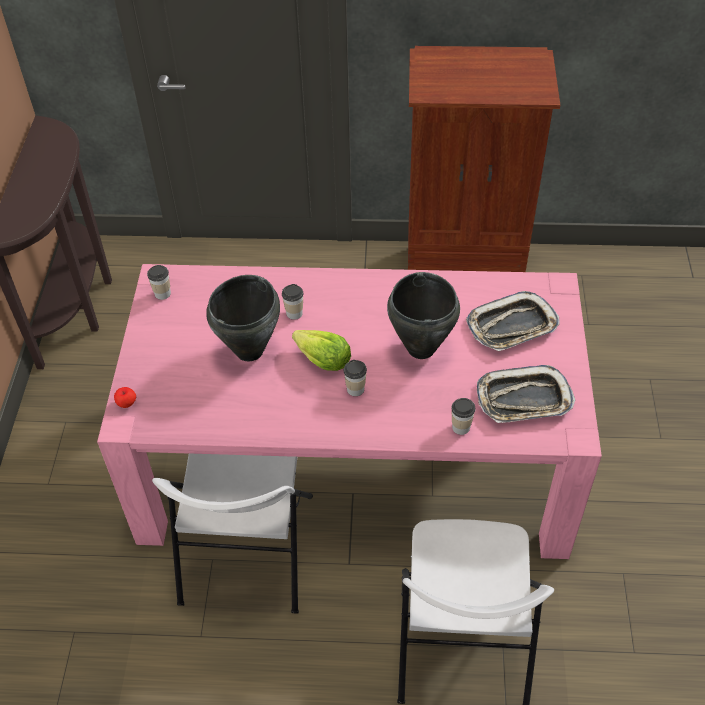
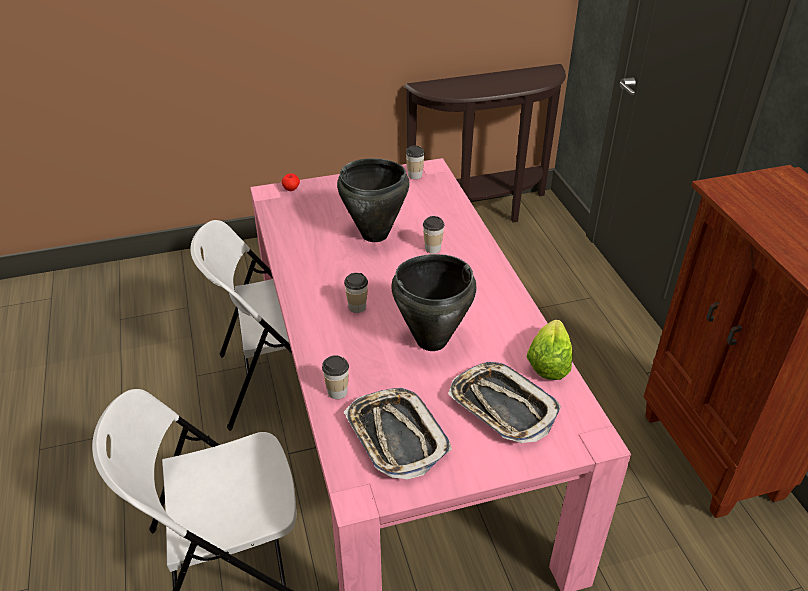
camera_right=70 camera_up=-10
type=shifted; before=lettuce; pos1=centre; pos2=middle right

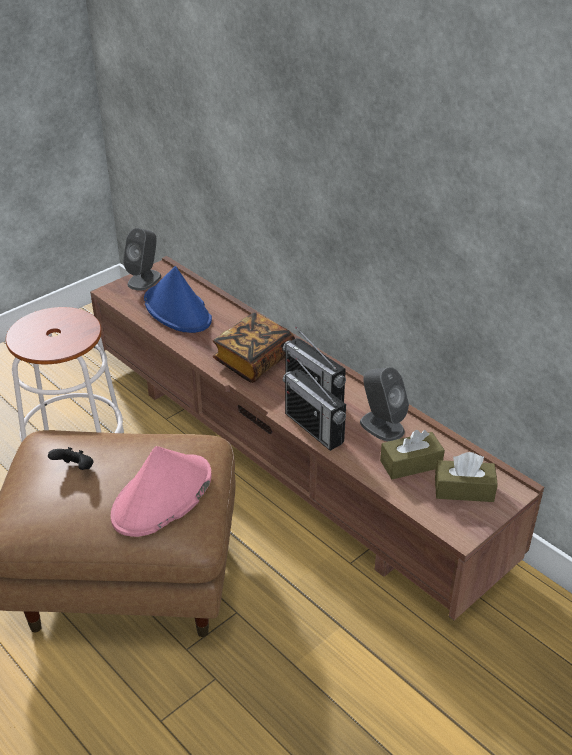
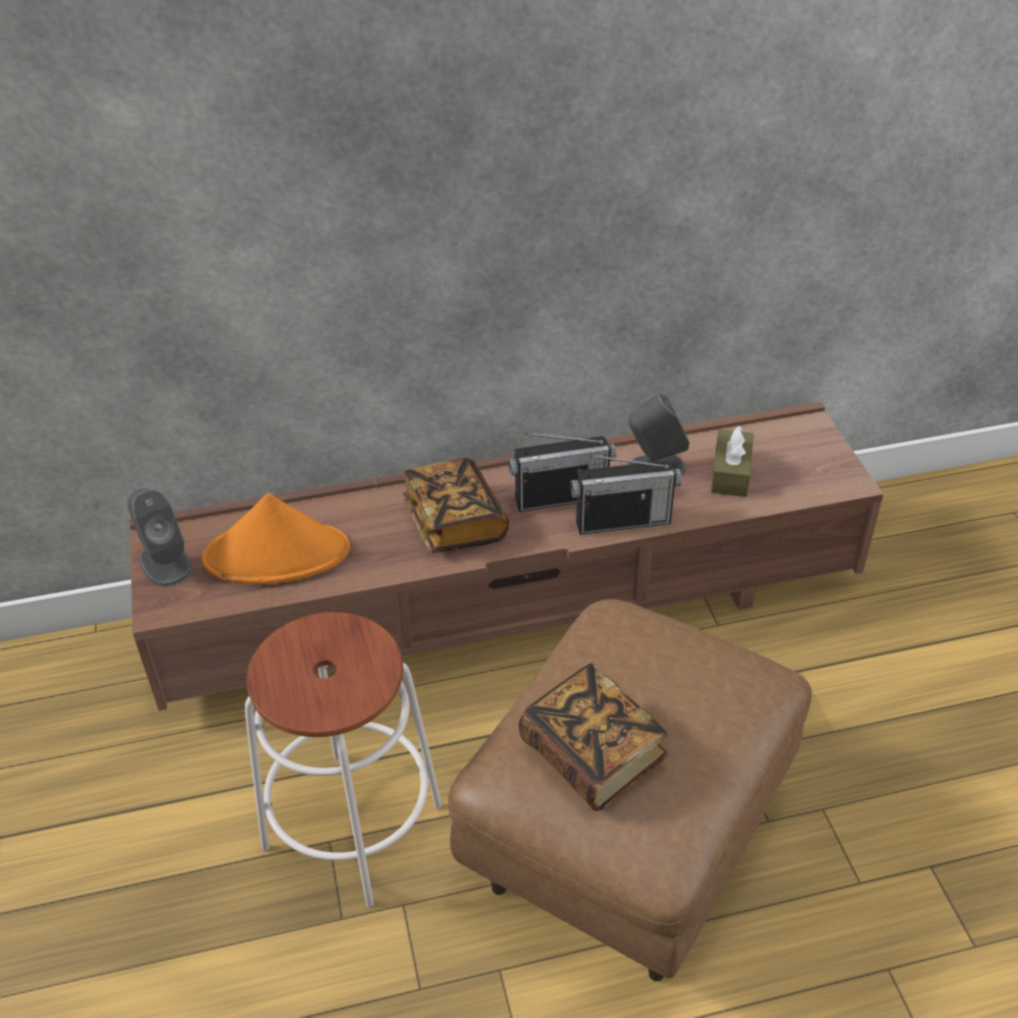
camera_right=-60 camera_up=5
type=repainted; before=blue hat; after=orange hat; pos1=middle left; pos2=middle left
type=swapped; before=black game controller; after=book (no. 2 from left); pos1=middle left; pos2=bottom centre
type=gone; before=pink hat; pos1=middle left
type=gone; before=brown tissue box (no. 2 from left); pos1=middle right

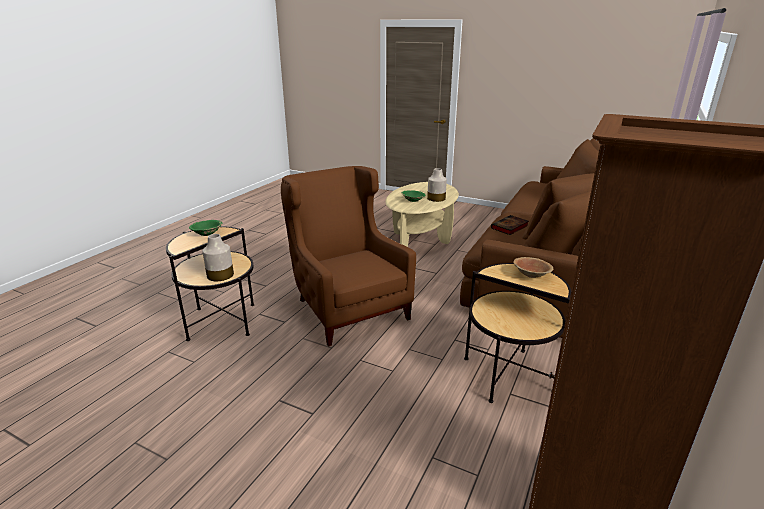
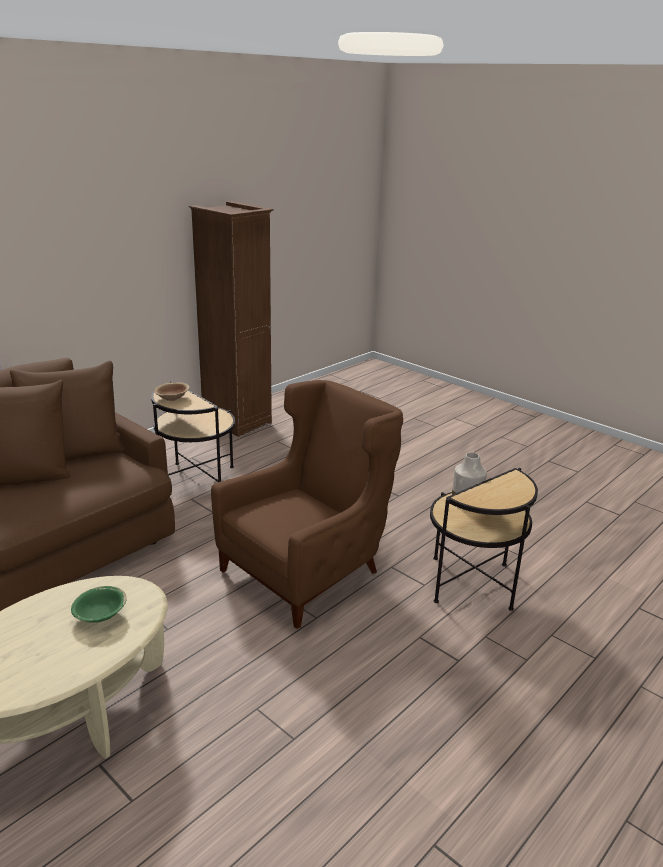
camera_right=-165 camera_up=0
type=rotated; before=brown armchair; pos1=centre; pos2=centre; turn=-120
type=gone; before=green bowl (no. 1 from left); pos1=middle left
type=gone; before=beige vase (no. 2 from left); pos1=centre
type=gone; before=book; pos1=middle right

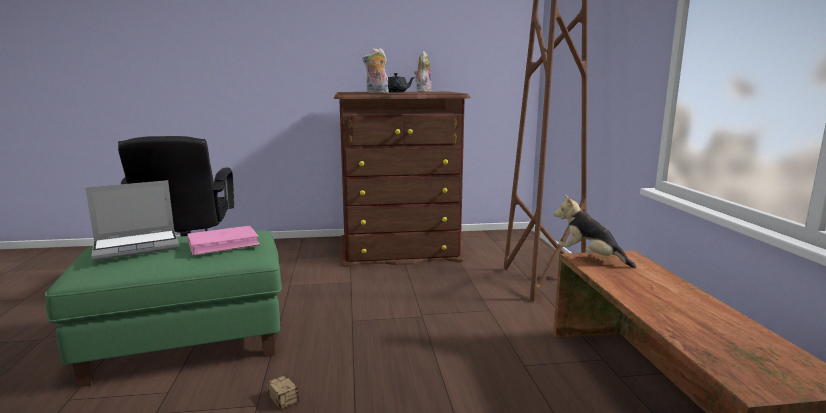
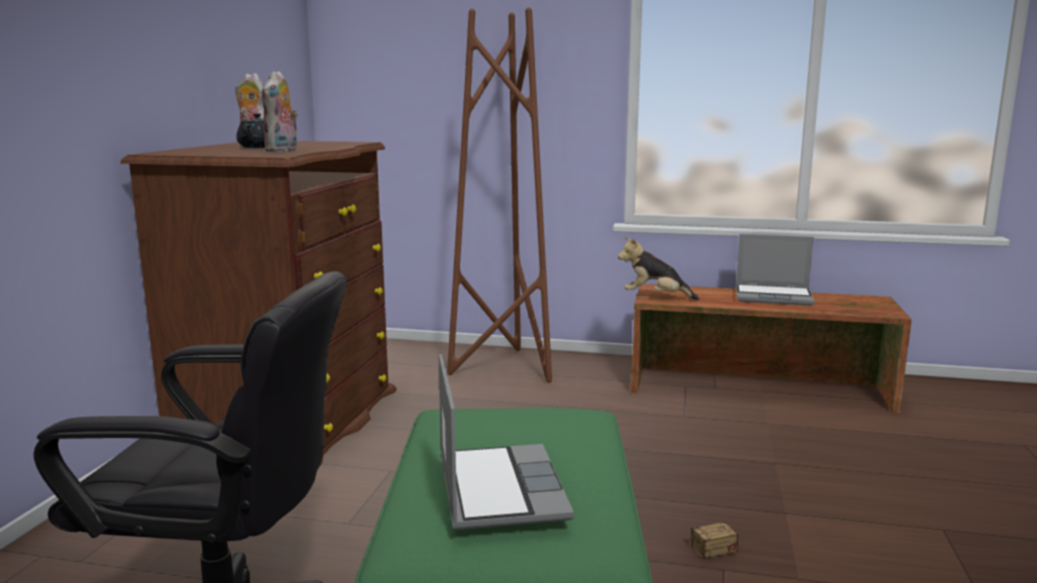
camera_right=-70 camera_up=0
type=rotated; before=plush toy (no. 3 from left); pos1=middle right; pos2=centre; turn=45
type=new; after=laptop (no. 2 from left); pos2=middle right
type=gone; before=pink book; pos1=middle left

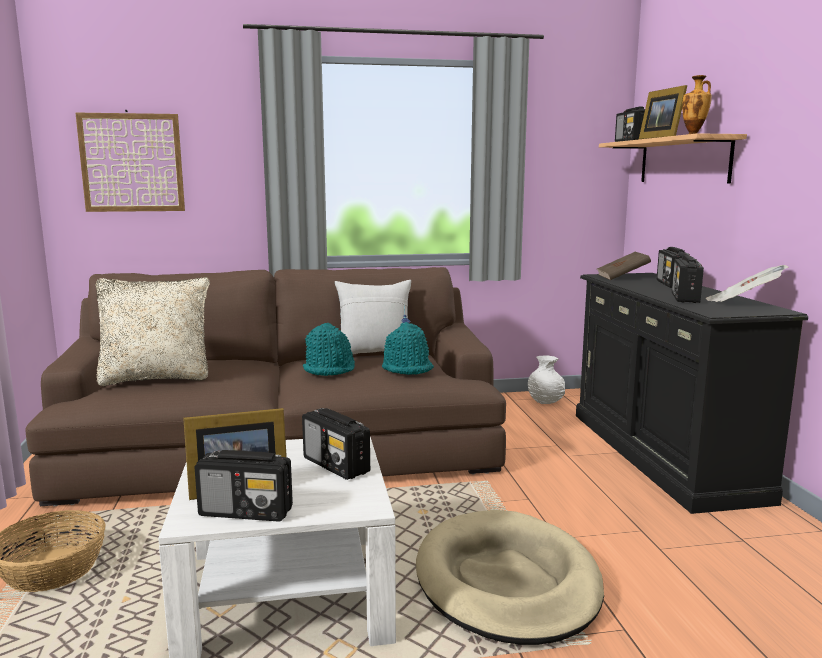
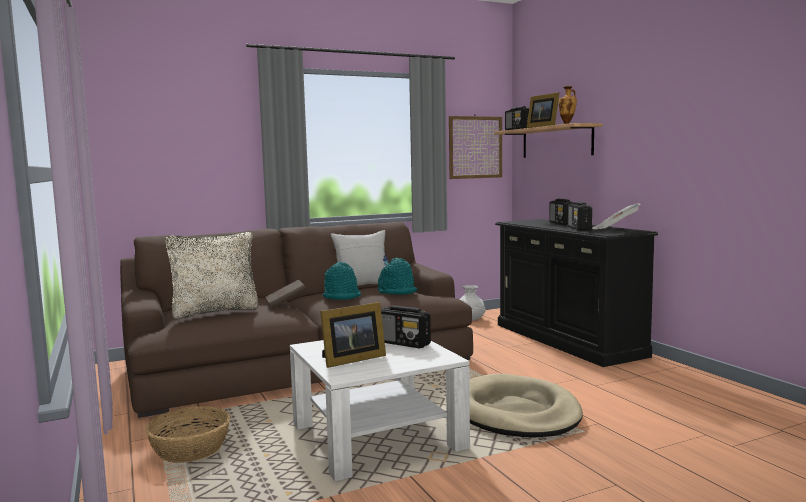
camera_right=-15 camera_up=-5
type=shifted; before=brown book; pos1=middle right; pos2=centre
type=shifted; before=picture; pos1=top left; pos2=top centre
type=gone; before=radio (no. 1 from left); pos1=bottom left

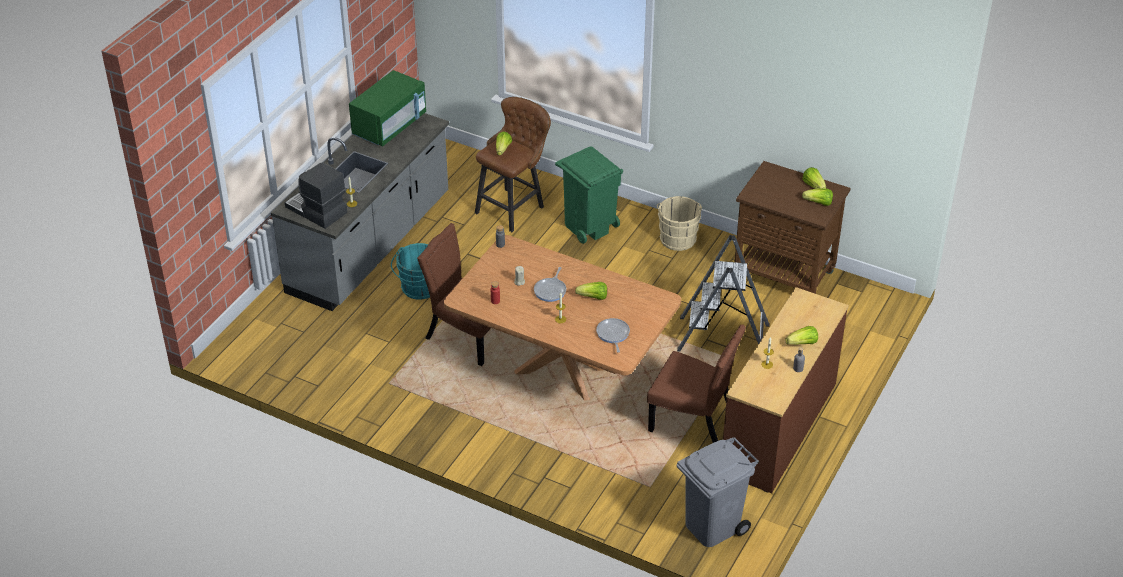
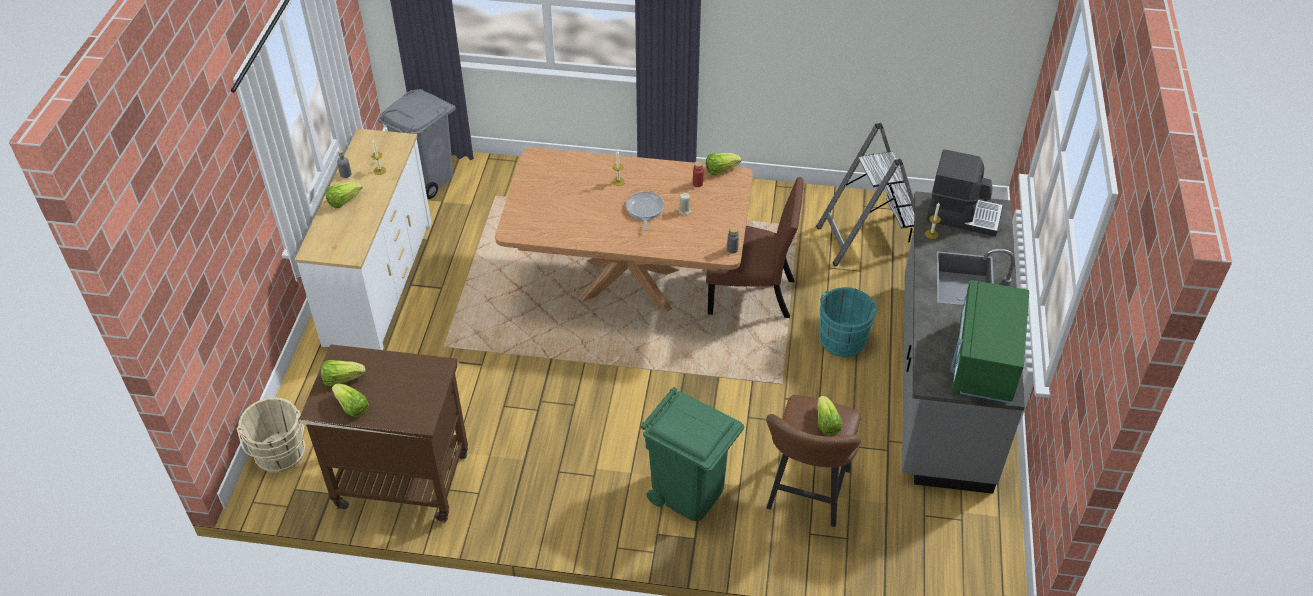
camera_right=160 camera_up=5
type=shifted; before=beige bucket; pos1=centre; pos2=bottom left
type=repainted; before=brown dresser; after=white dresser; pos1=bottom right; pos2=middle left
type=shifted; before=lettuce (no. 2 from left in the first image); after=lettuce (no. 4 from left); pos1=centre; pos2=top centre
type=shifted; before=grey step ladder; pos1=centre; pos2=top centre
type=gone; before=frying pan (no. 2 from left); pos1=centre
type=gone; before=brown chair (no. 2 from left); pos1=centre

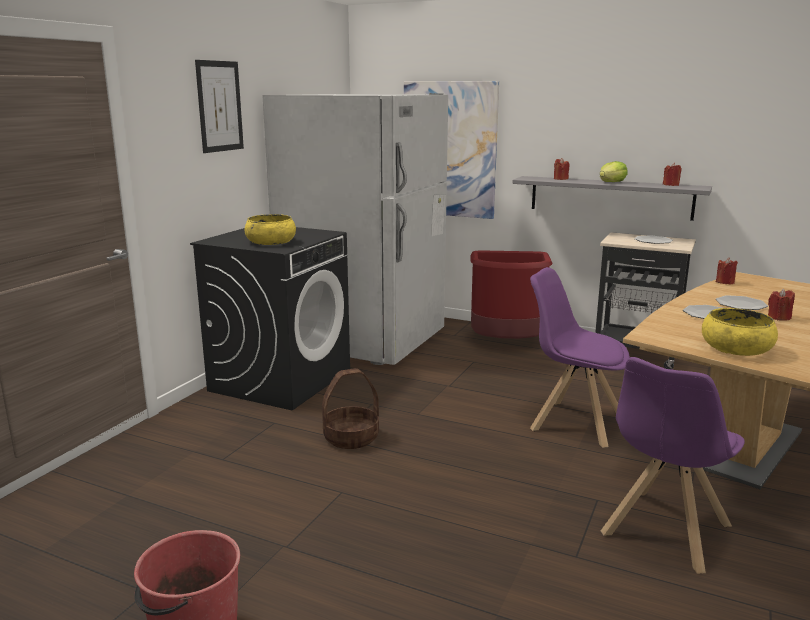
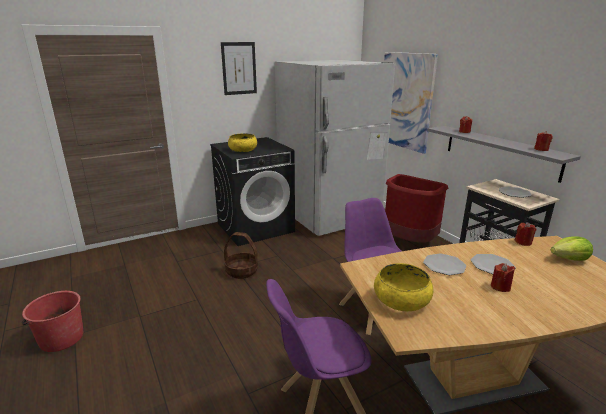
camera_right=35 camera_up=5
type=shifted; before=lettuce; pos1=top right; pos2=middle right

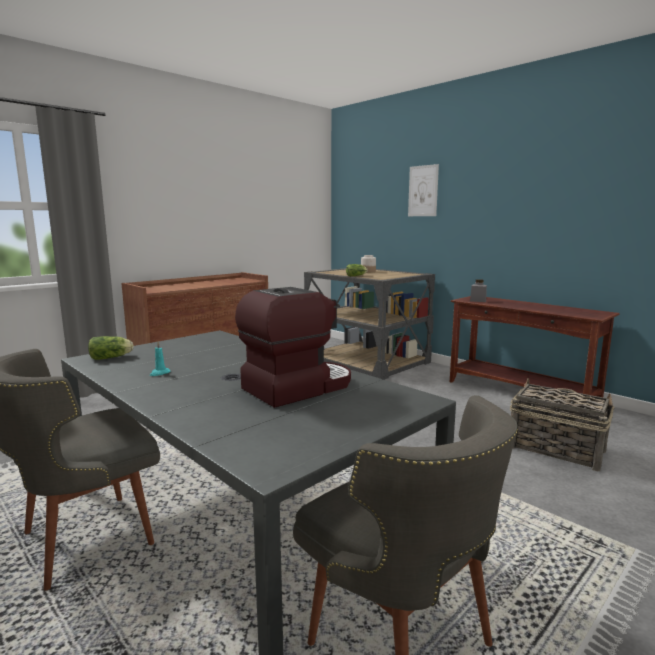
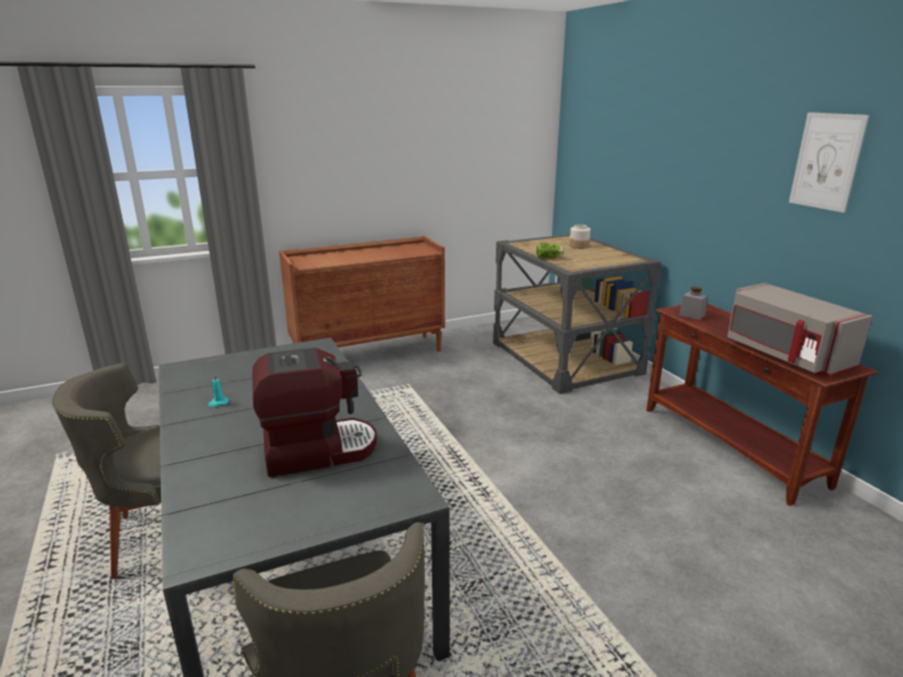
camera_right=20 camera_up=10
type=new; after=grey microwave; pos2=middle right
type=shifted; before=picture; pos1=top centre; pos2=top right
type=gone; before=lettuce (no. 1 from left); pos1=middle left
type=gone; before=basket; pos1=middle right

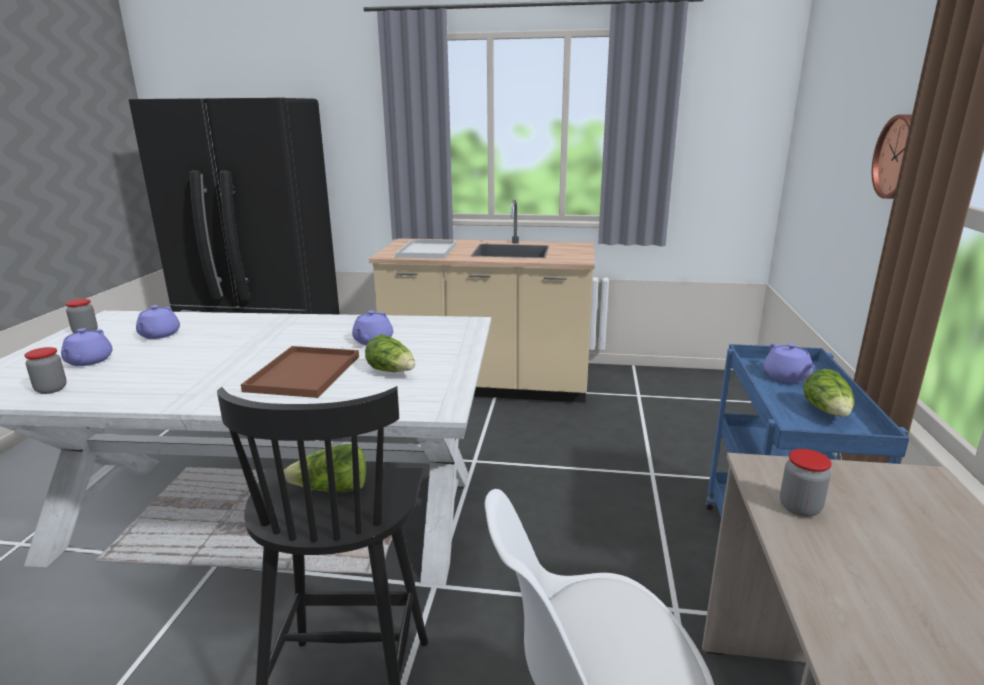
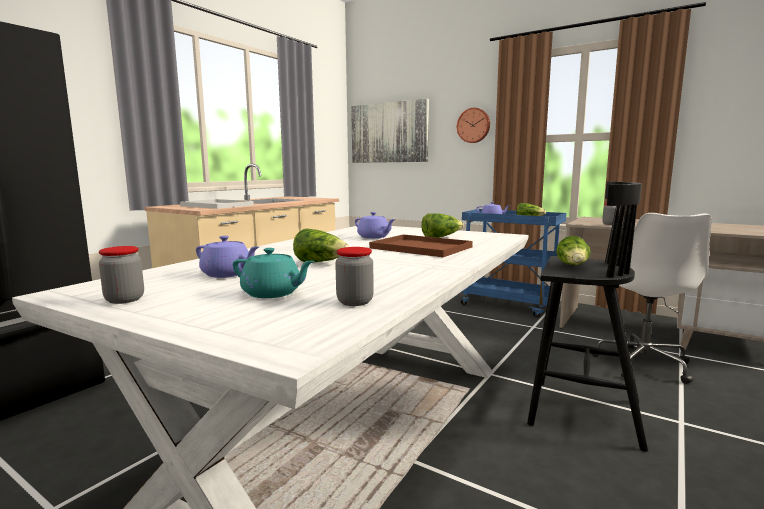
camera_right=-65 camera_up=-10
type=repainted; before=purple teapot (no. 1 from left); after=turquoise teapot; pos1=middle left; pos2=centre
type=new; after=lettuce (no. 1 from left); pos2=centre
type=new; after=picture; pos2=top centre

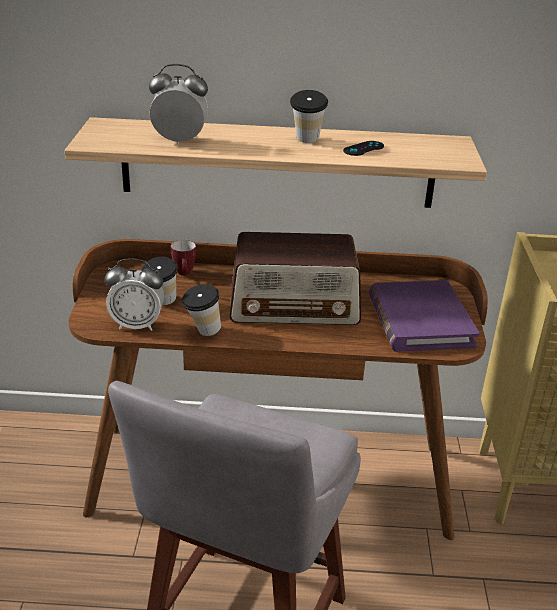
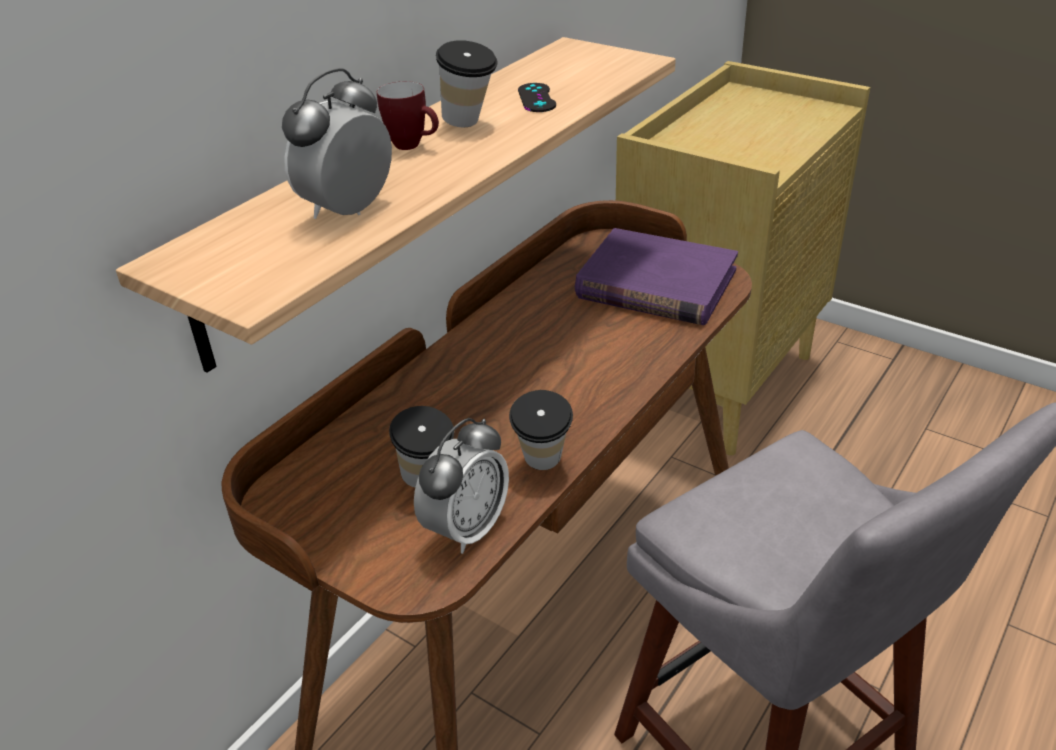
camera_right=-55 camera_up=5
type=shifted; before=mug; pos1=middle left; pos2=top centre
type=gone; before=radio; pos1=centre

